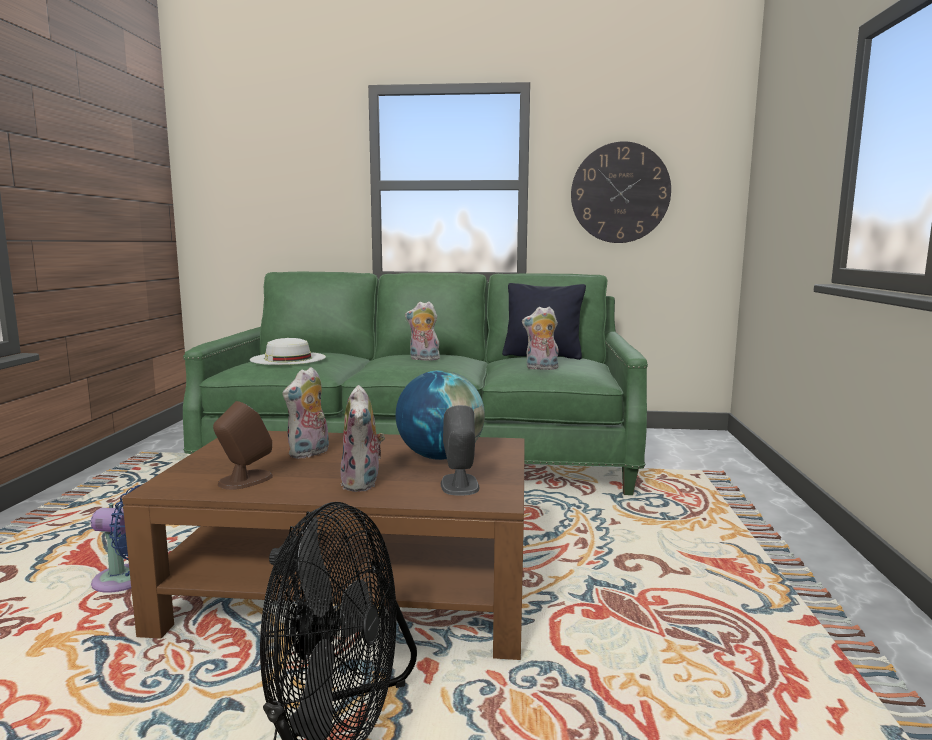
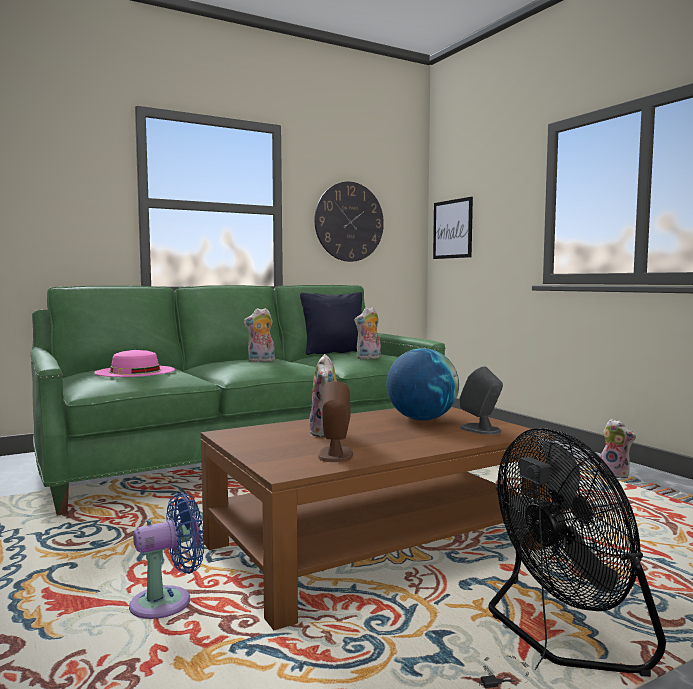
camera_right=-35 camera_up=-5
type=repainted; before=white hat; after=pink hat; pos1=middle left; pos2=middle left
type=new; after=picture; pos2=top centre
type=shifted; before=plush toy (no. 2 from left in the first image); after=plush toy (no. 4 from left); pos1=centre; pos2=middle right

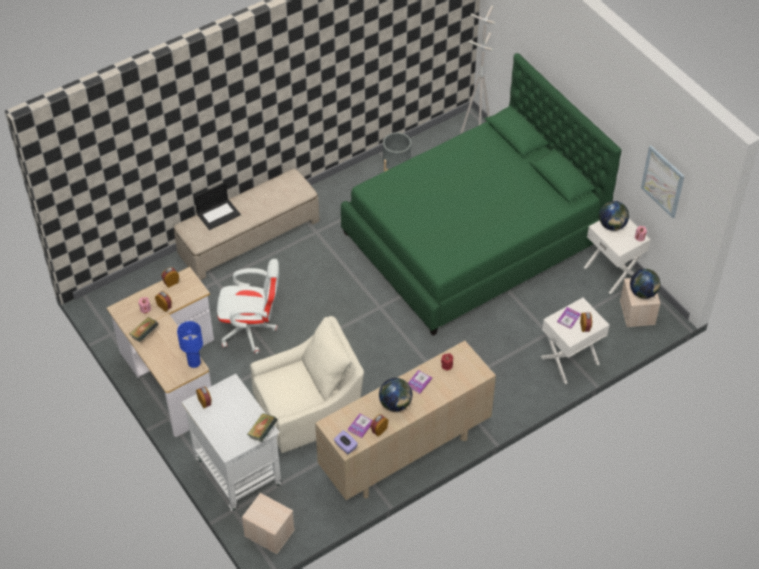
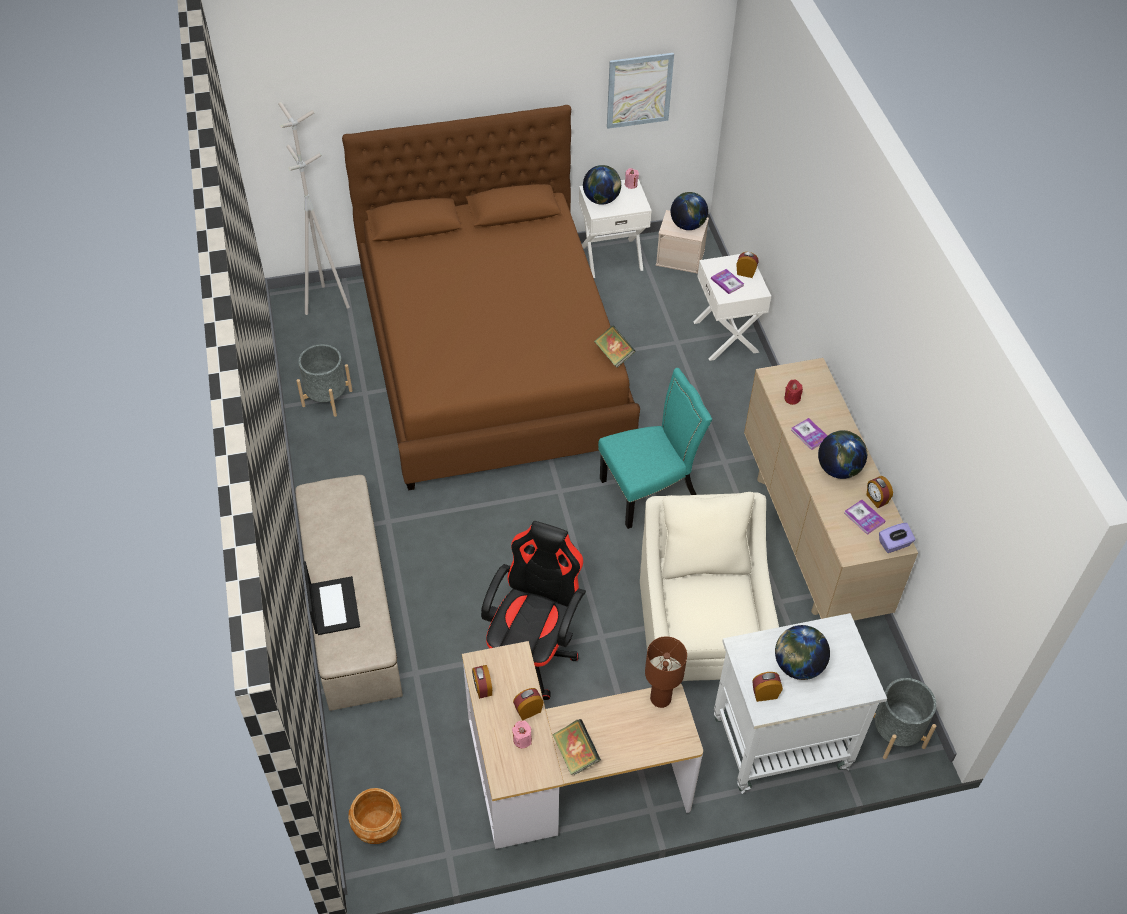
camera_right=-70 camera_up=0
type=repainted; before=green bed; after=brown bed; pos1=centre; pos2=top centre
type=new; after=brown planter; pos2=bottom left
type=repainted; before=white office chair; after=black office chair; pos1=middle left; pos2=bottom centre
type=shifted; before=book (no. 2 from left); pos1=bottom centre; pos2=centre
type=new; after=turquoise chair; pos2=centre
type=repainted; before=blue table lamp; after=brown table lamp; pos1=middle left; pos2=bottom centre
type=new; after=globe (no. 3 from left); pos2=bottom right
type=swapped; before=beige storage box (no. 1 from left); after=grey planter (no. 2 from left); pos1=bottom centre; pos2=bottom right

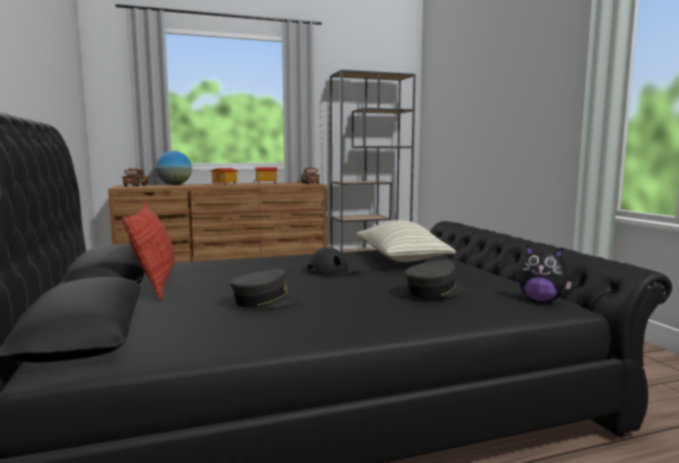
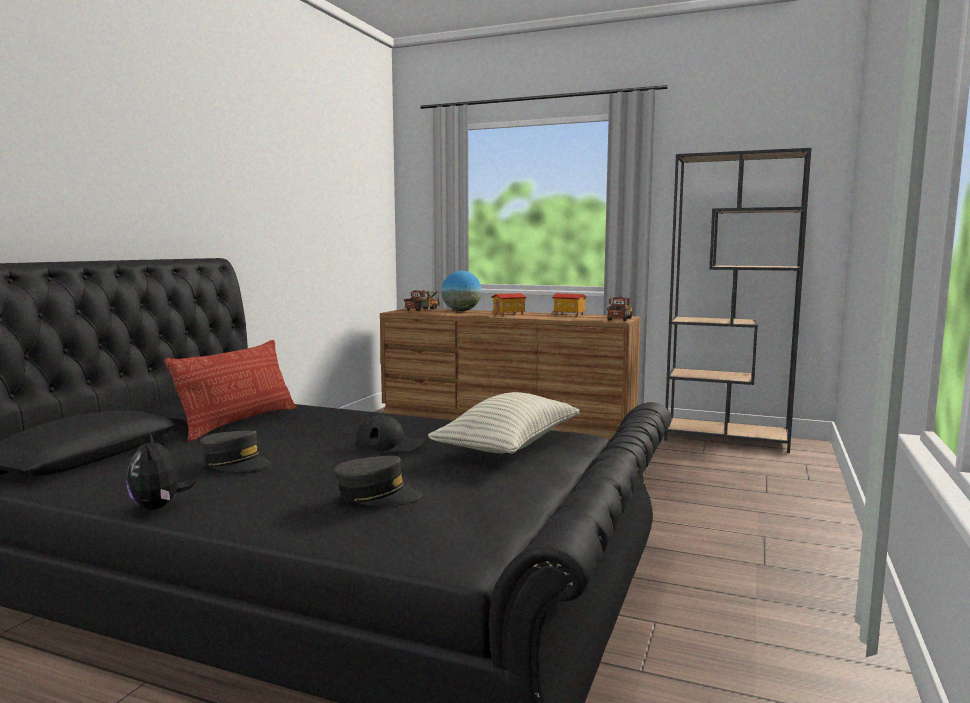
camera_right=40 camera_up=0
type=shifted; before=plush toy; pos1=middle right; pos2=bottom left

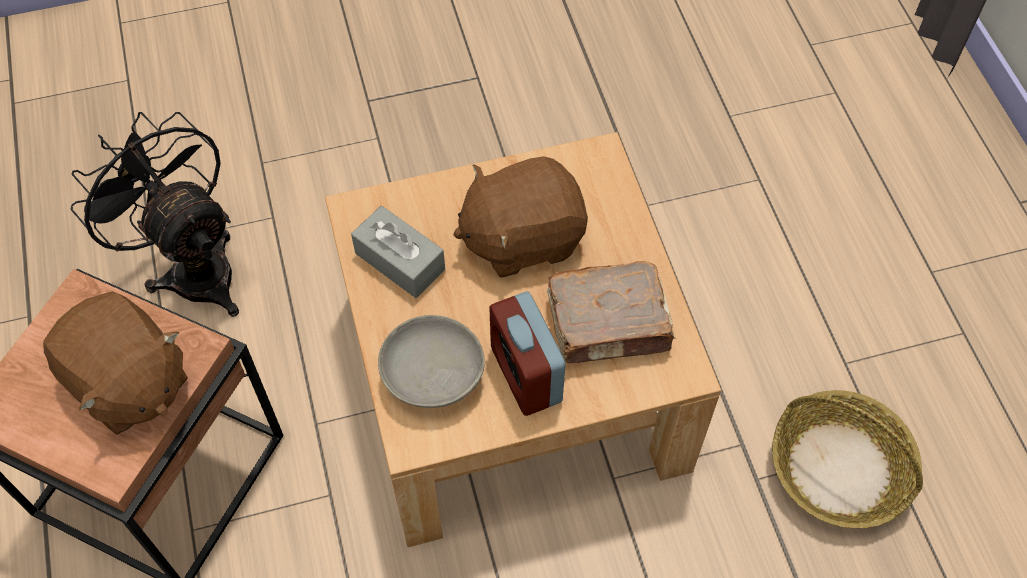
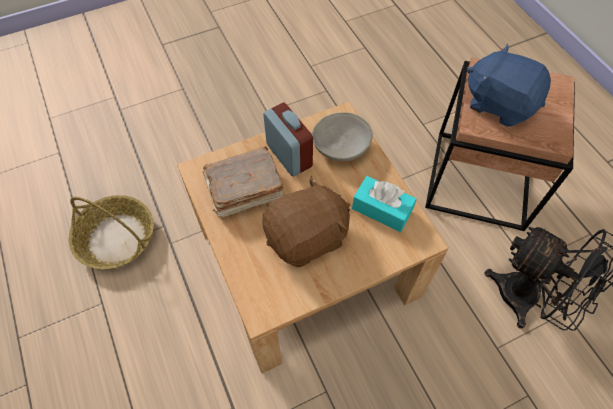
camera_right=170 camera_up=0
type=repainted; before=grey tissue box; after=turquoise tissue box; pos1=centre; pos2=centre
type=repainted; before=brown plush toy (no. 1 from left); after=blue plush toy; pos1=middle left; pos2=top right

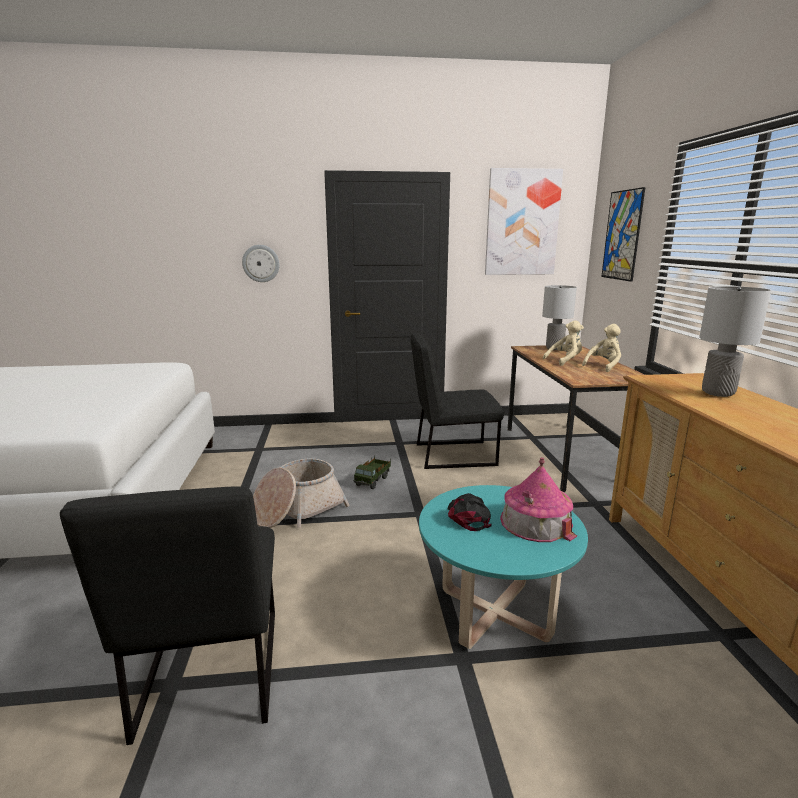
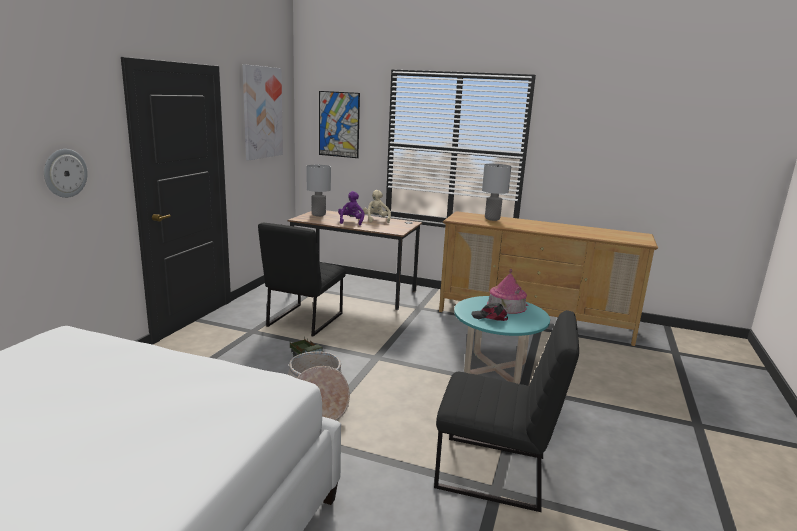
camera_right=-65 camera_up=0
type=repainted; before=beige plush toy (no. 1 from left); after=purple plush toy; pos1=middle right; pos2=centre

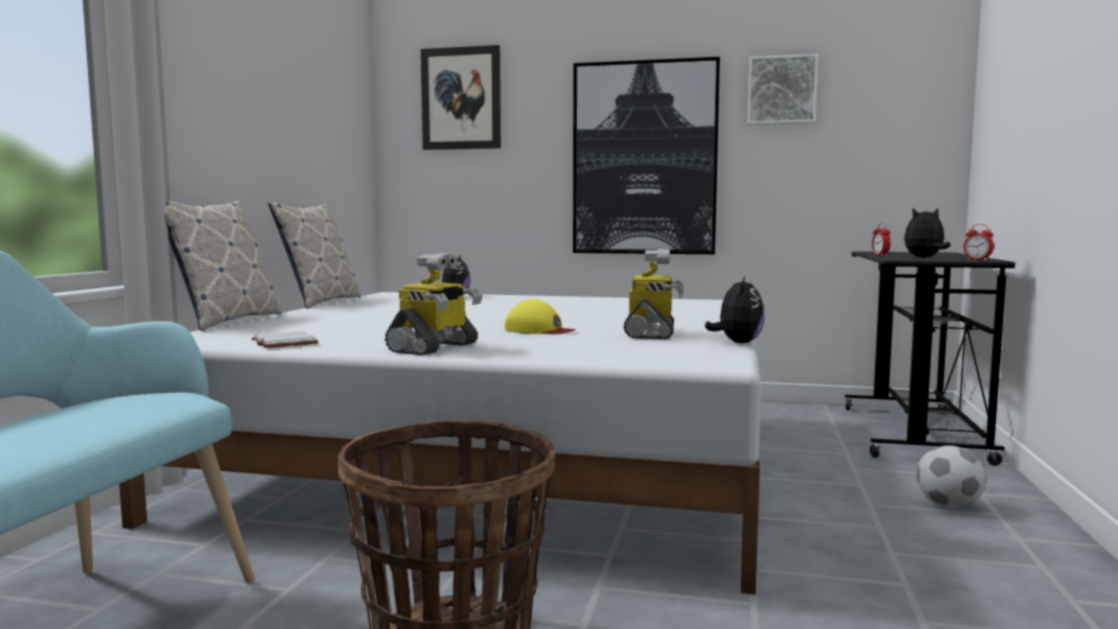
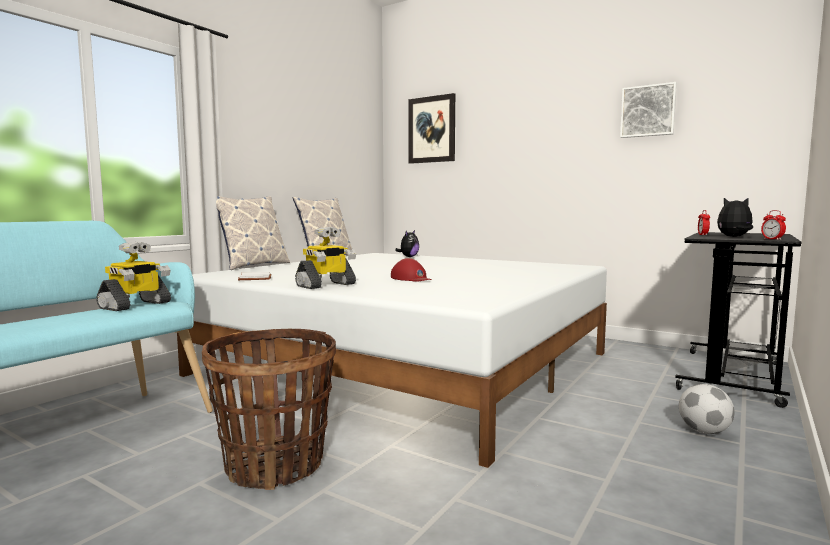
camera_right=20 camera_up=0
type=shifted; before=toy robot (no. 2 from left in the first image); after=toy robot (no. 1 from left); pos1=centre; pos2=middle left
type=repainted; before=yellow cap; after=red cap; pos1=centre; pos2=centre
type=gone; before=picture (no. 2 from left); pos1=top centre
type=gone; before=plush toy (no. 2 from left); pos1=centre

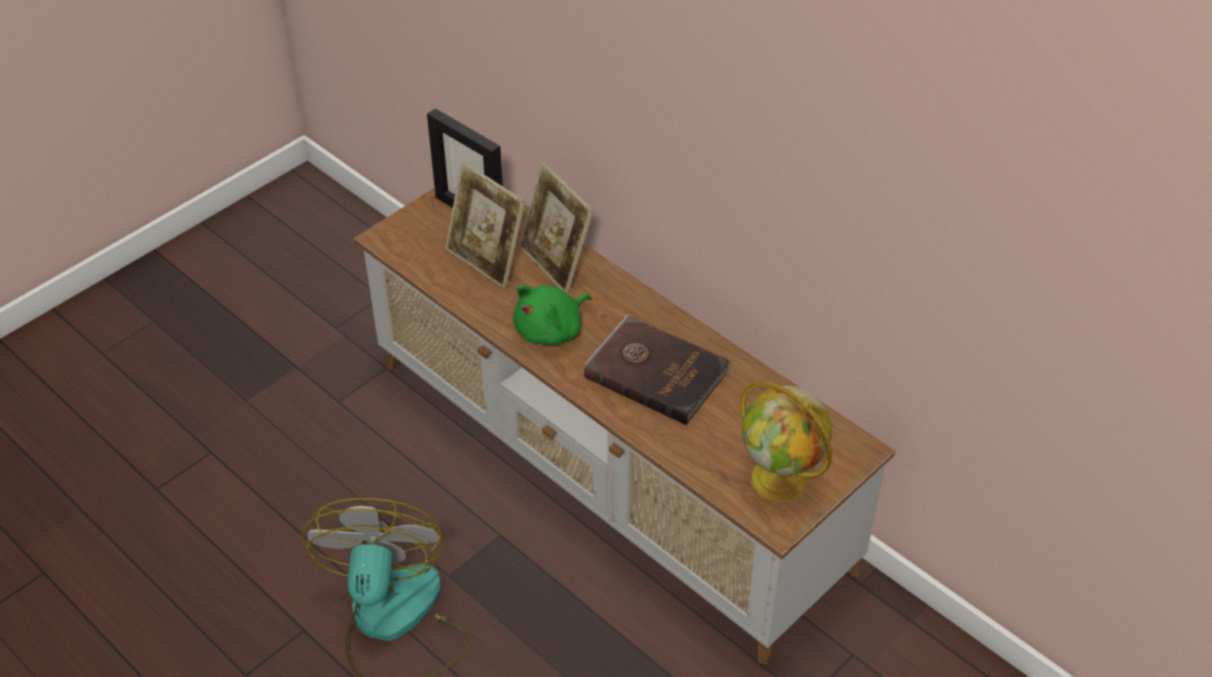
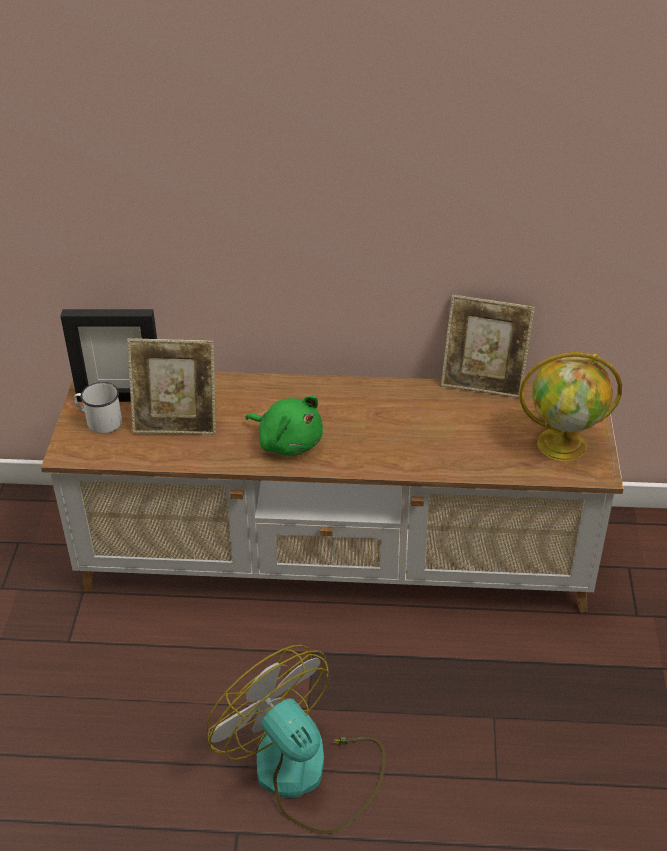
camera_right=-40 camera_up=-5
type=new; after=white mug; pos2=middle left
type=rotated; before=green plush toy; pos1=centre; pos2=centre; turn=-60
type=shifted; before=picture frame (no. 3 from left); pos1=centre; pos2=middle right
type=gone; before=brown book; pos1=centre

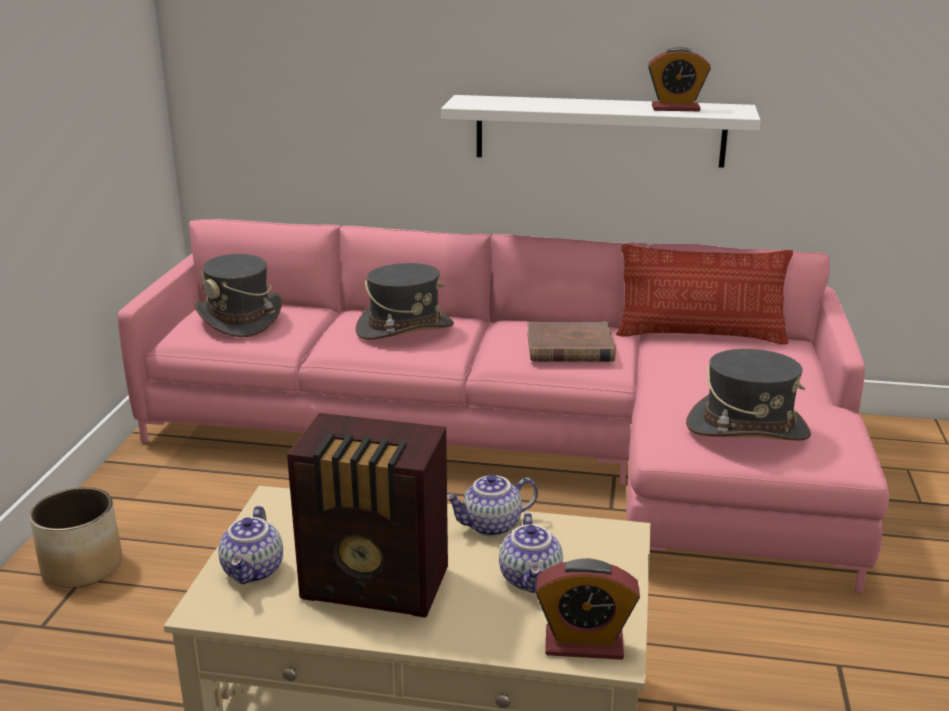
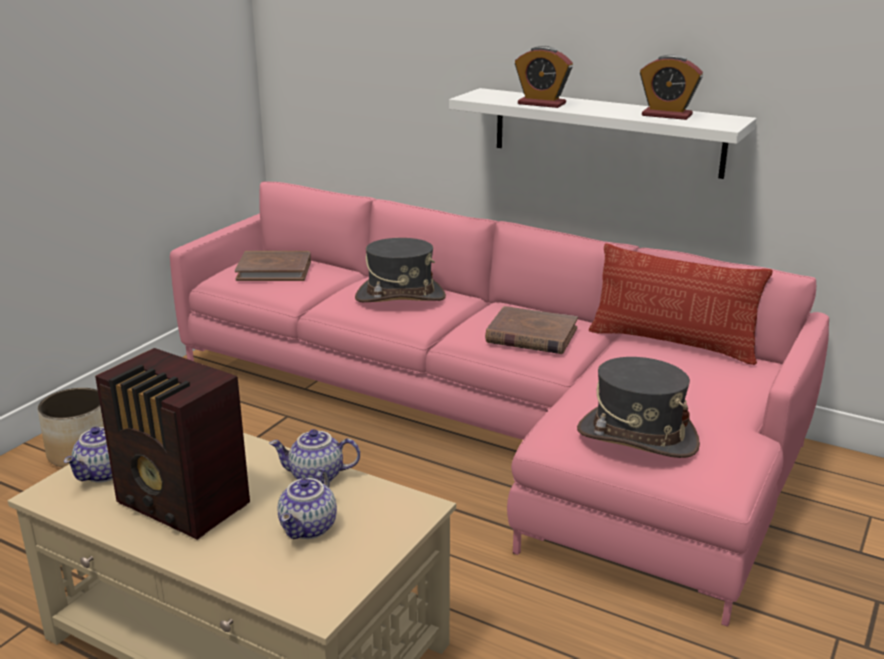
camera_right=20 camera_up=0
type=swapped; before=grey hat (no. 1 from left); after=brown book (no. 1 from left); pos1=middle left; pos2=middle left
type=shifted; before=alarm clock (no. 1 from left); pos1=bottom centre; pos2=top centre

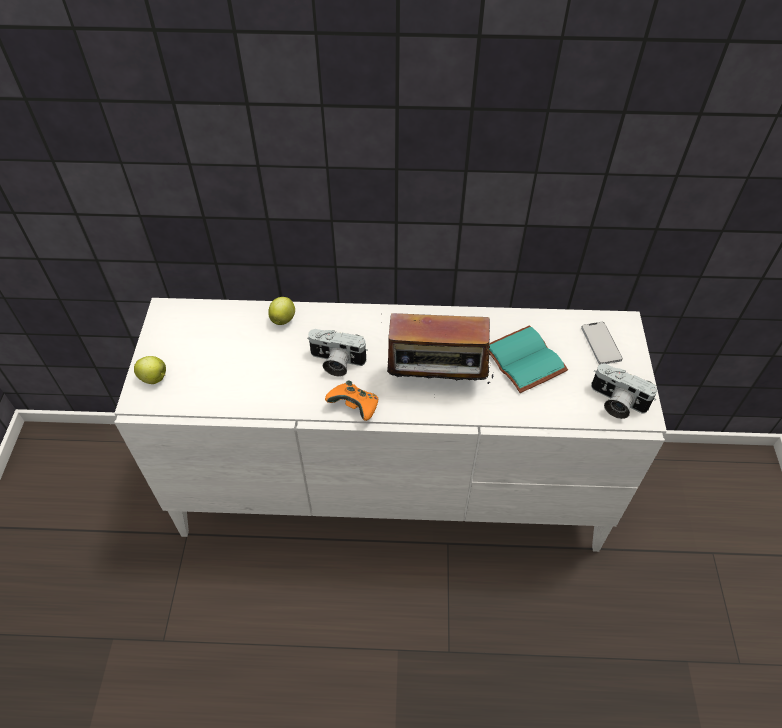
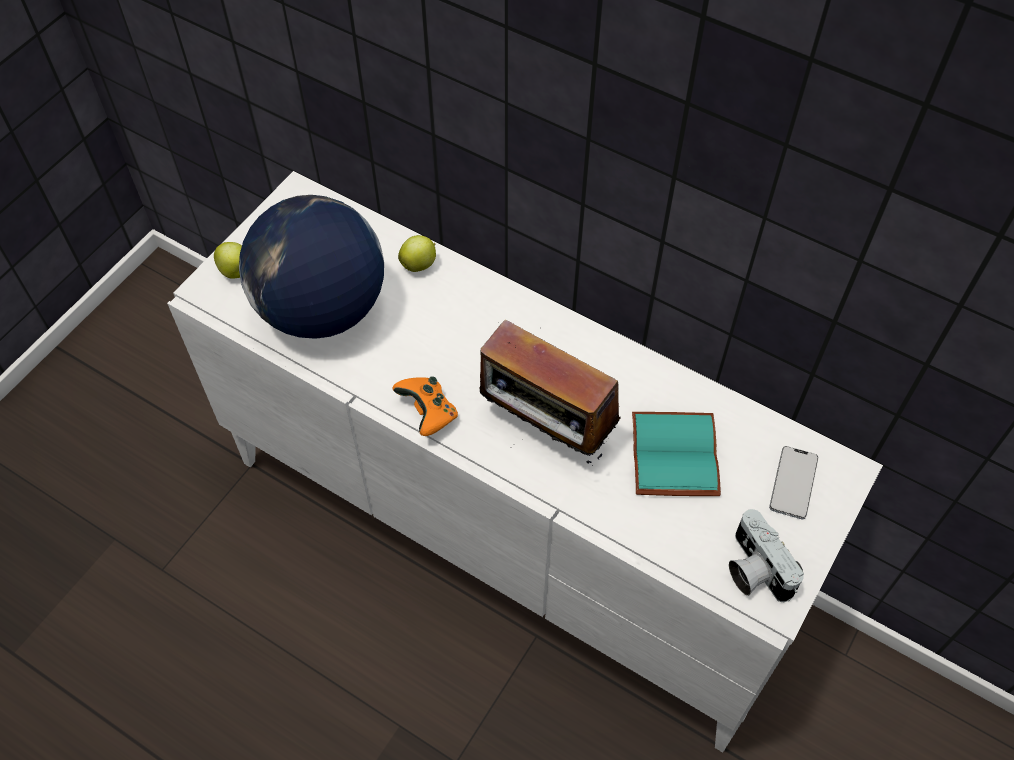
camera_right=30 camera_up=5
type=new; after=globe; pos2=middle left
type=gone; before=photo camera (no. 1 from left); pos1=centre

